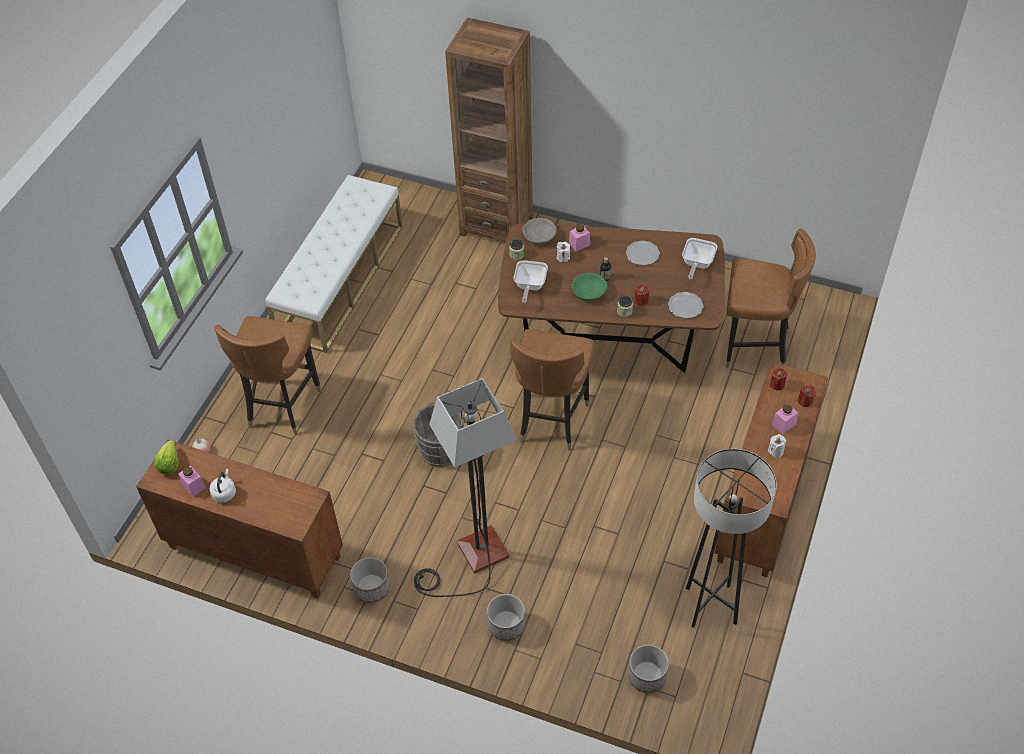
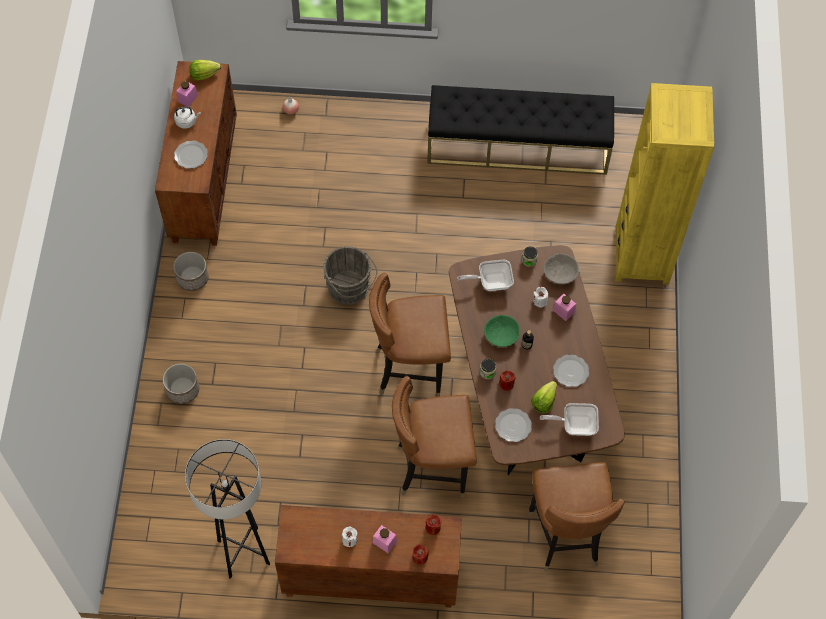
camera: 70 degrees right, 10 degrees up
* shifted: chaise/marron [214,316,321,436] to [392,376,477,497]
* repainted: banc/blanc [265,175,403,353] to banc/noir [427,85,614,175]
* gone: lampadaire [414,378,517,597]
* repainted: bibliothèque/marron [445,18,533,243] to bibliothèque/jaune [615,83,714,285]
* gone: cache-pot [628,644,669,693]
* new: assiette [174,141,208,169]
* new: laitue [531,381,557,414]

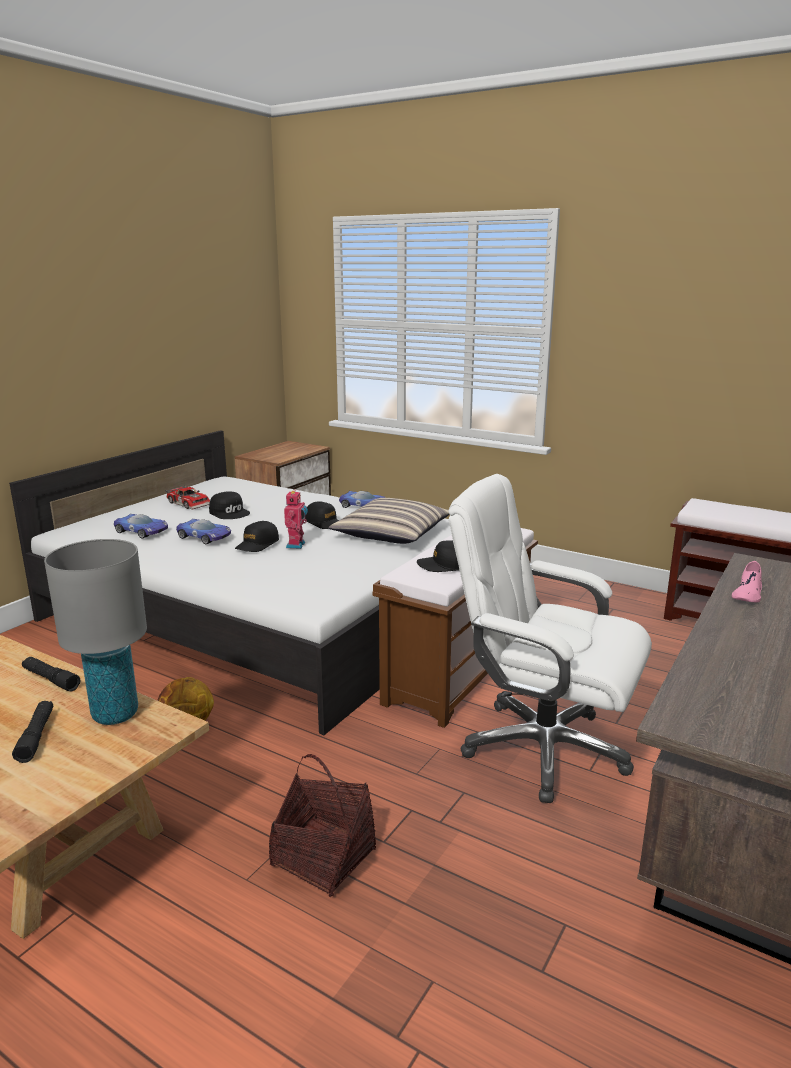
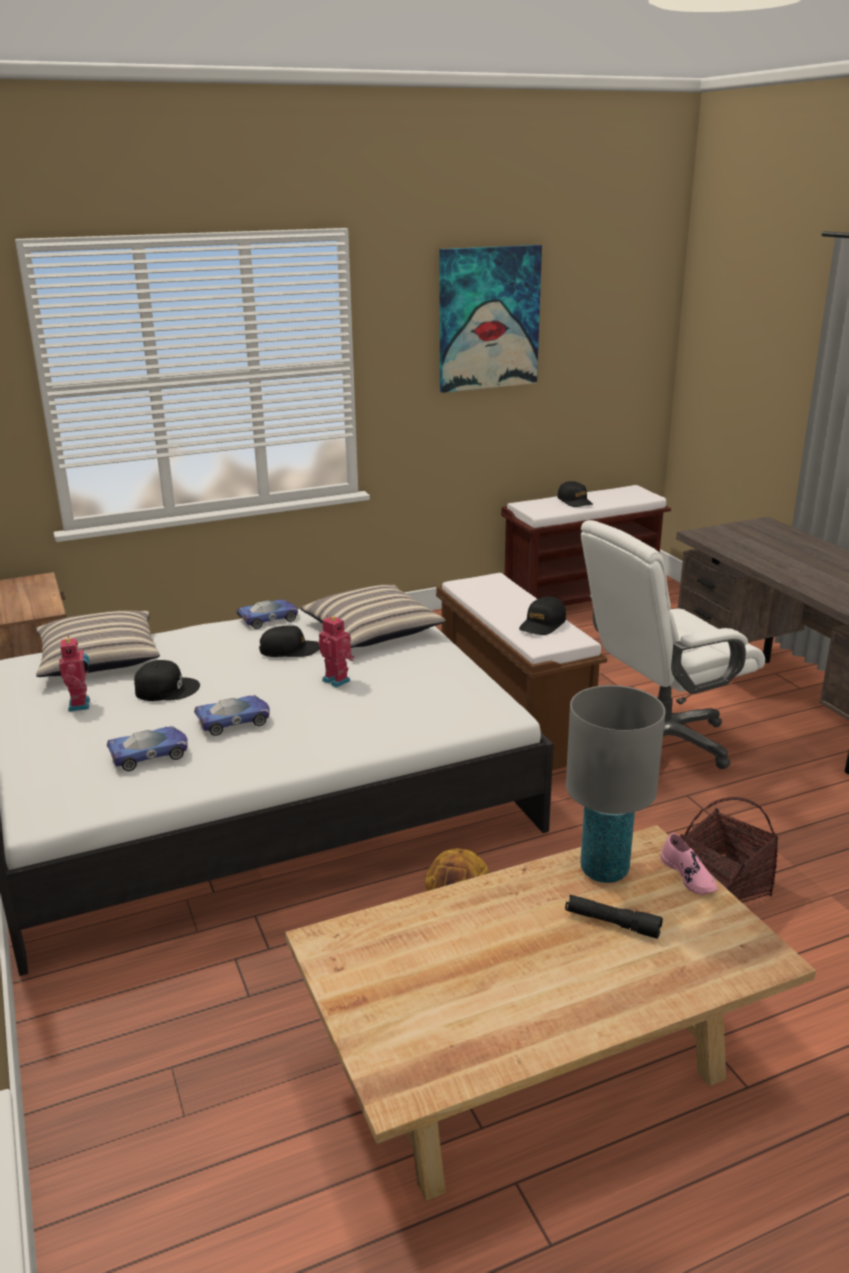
camera: 55 degrees left, 5 degrees up
* gone: lampe de poche/noir [22,657,80,692]
* swapped: petite voiture [165,485,210,510] to robot jouet [59,636,90,712]
* shifted: casquette/noir [235,521,279,552] to [557,481,593,507]
* shifted: chaussure/rose [732,561,762,602] to [661,833,718,895]
* new: coussin [36,611,160,677]
* new: tableau [439,245,542,393]

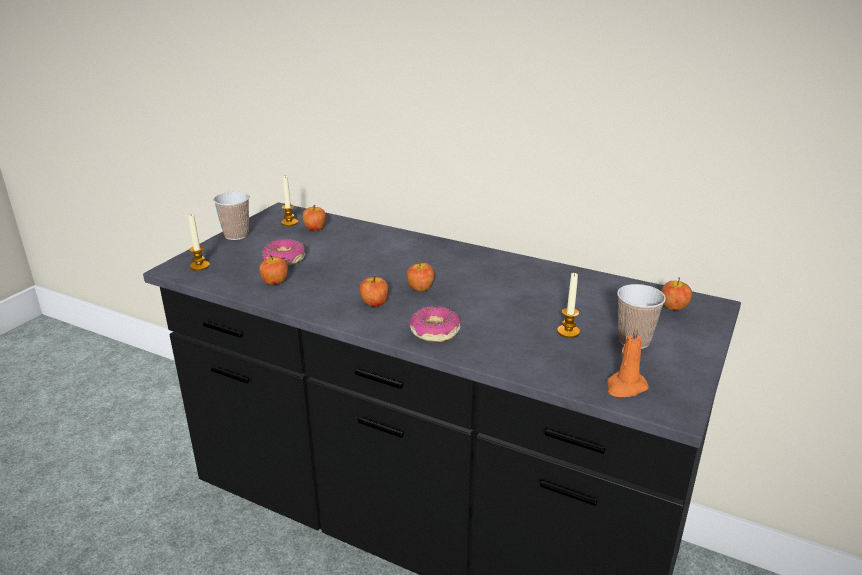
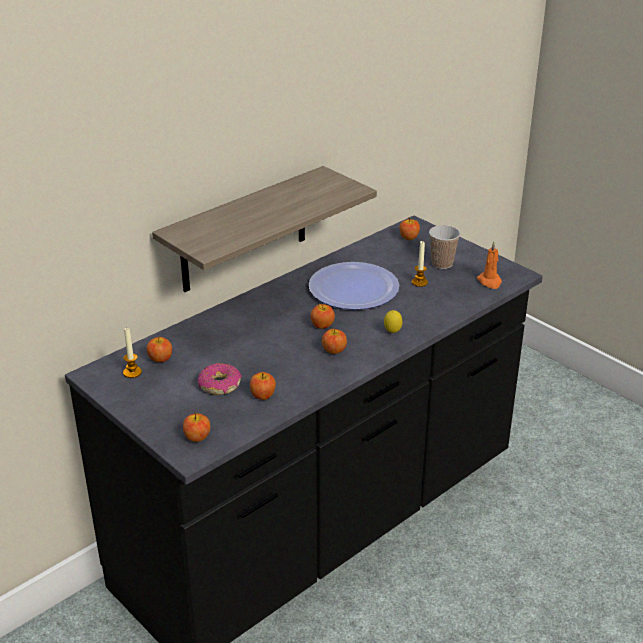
camera: 70 degrees left, 5 degrees up
* swapped: bougie [188,215,210,271] to pomme [183,412,210,442]
* gone: tasse [213,191,250,240]
* swapped: beignet [409,306,461,342] to citron [384,310,402,333]
* new: étagère [152,166,377,292]
* new: assiette [309,262,399,310]

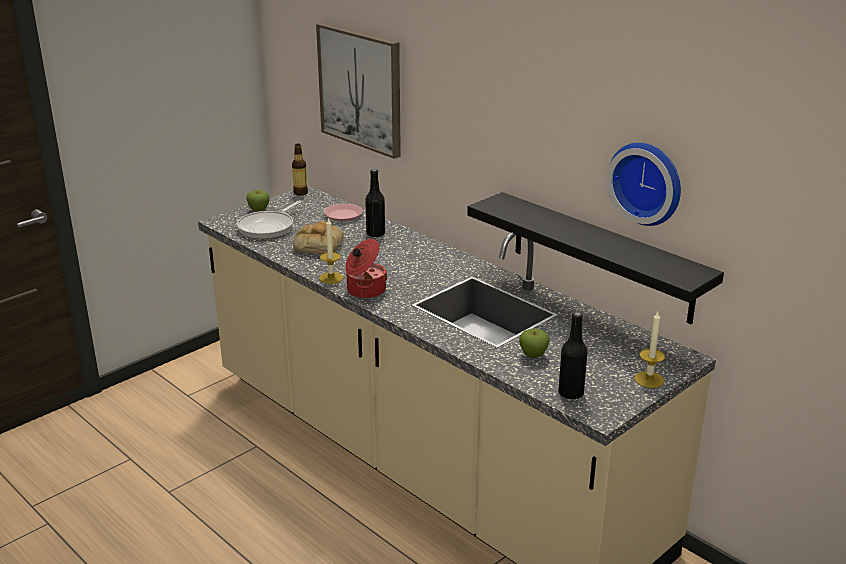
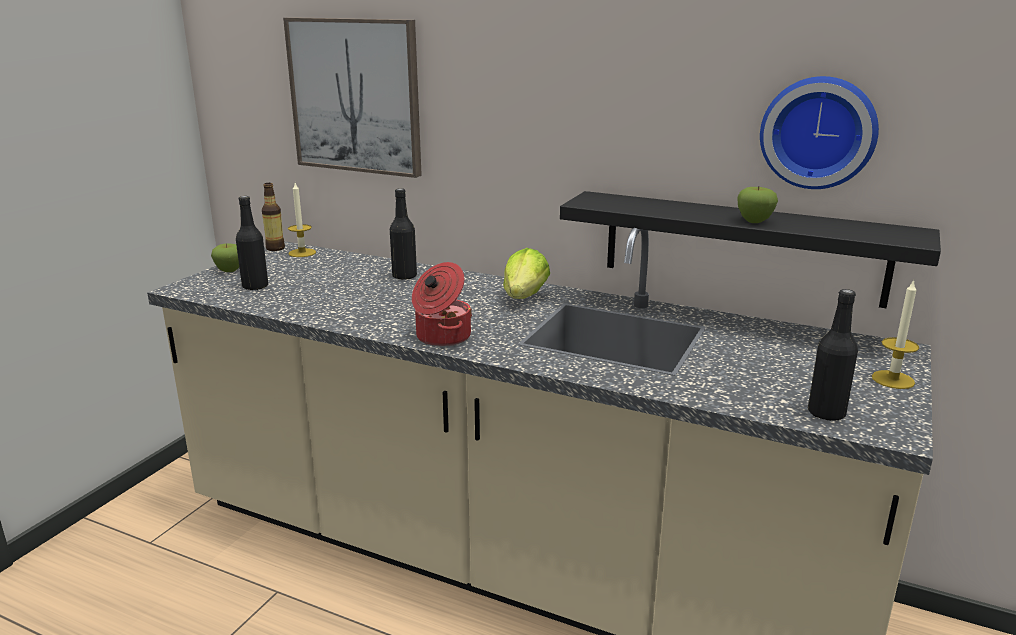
camera: 20 degrees left, 5 degrees down
* swapped: poêle [237,201,302,239] to bouteille/noir [236,196,268,290]
* gone: pain [293,221,344,254]
* shifted: bougie [319,217,343,284] to [288,183,316,257]
* gone: assiette/rose [324,203,363,222]
* shifted: pomme [519,328,550,358] to [737,186,778,223]
* new: laitue [503,248,550,299]

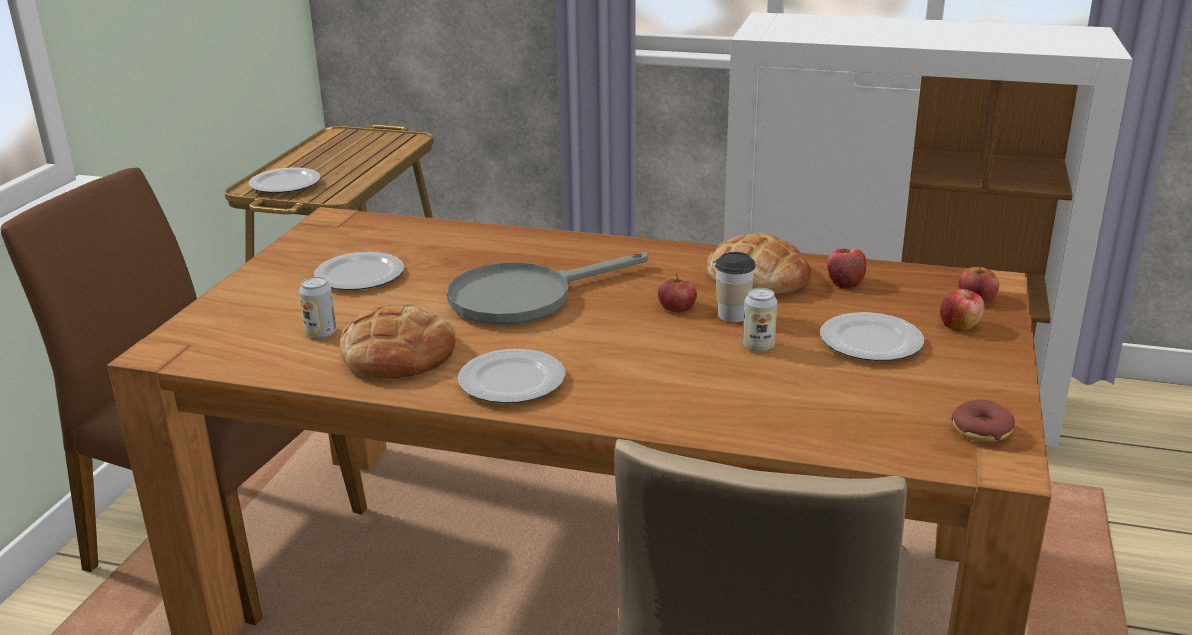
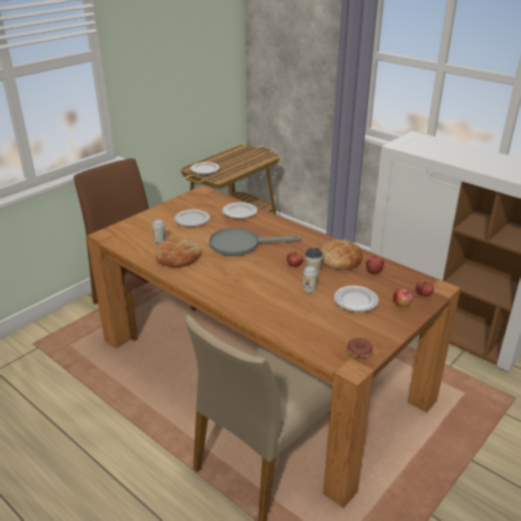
camera: 25 degrees right, 5 degrees up
* shifted: assiette [458,349,565,403] to [222,202,257,219]

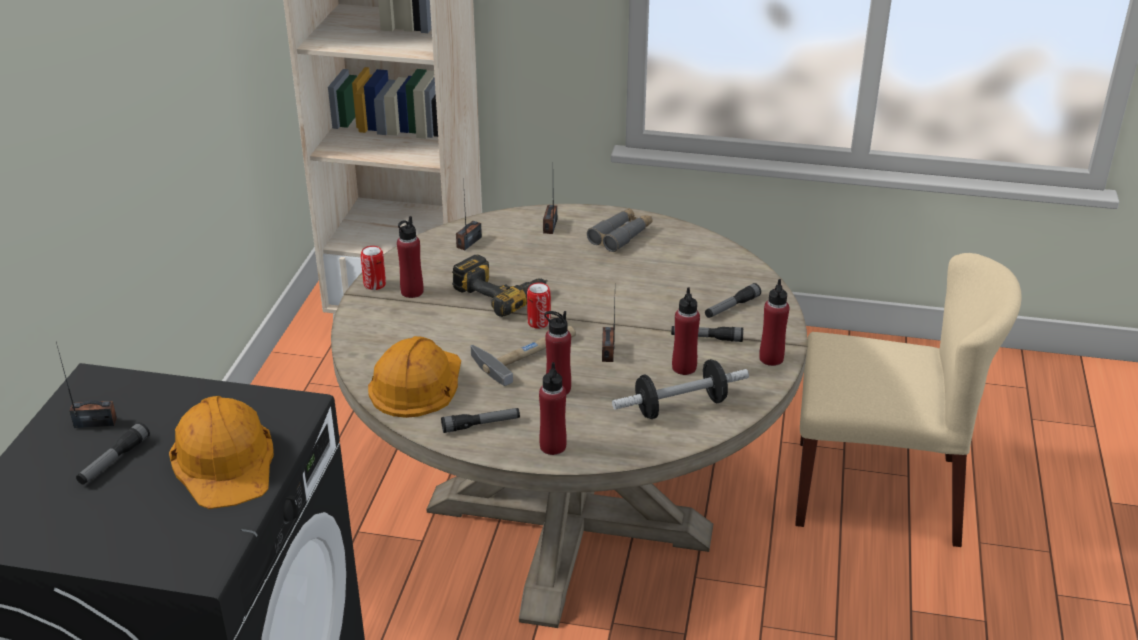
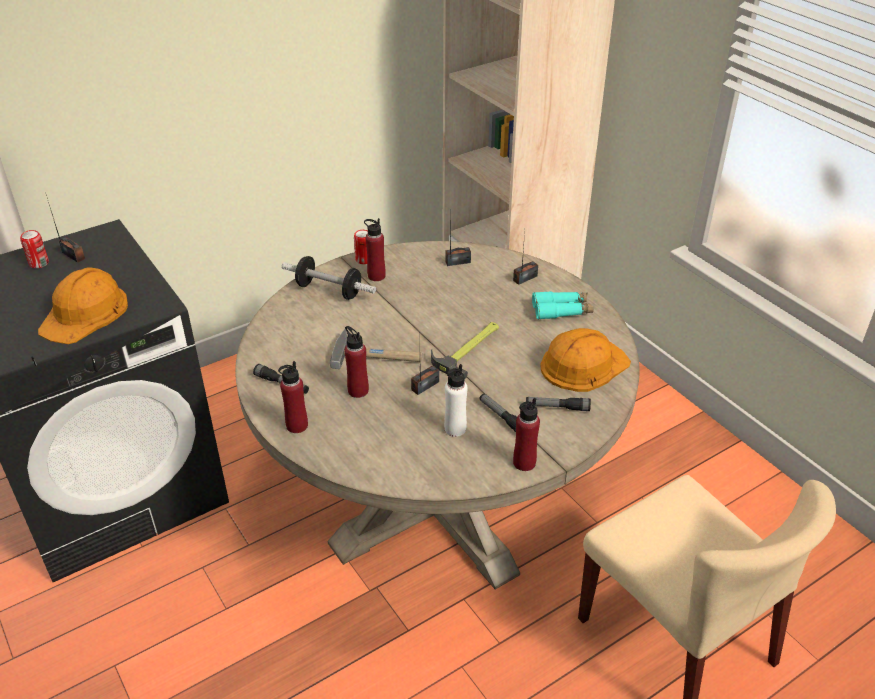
camera: 45 degrees right, 5 degrees up
* gone: lampe de poche [76,422,150,485]
* shifted: casque de chantier/orange [368,336,461,418] to [540,328,631,392]
* gone: perceuse [452,255,548,317]
* shifted: boîte métallique [527,282,551,329] to [20,230,49,268]
* repainted: jumelles/gris [587,208,653,252] to jumelles/turquoise [532,291,594,320]
* shifted: haltère [612,359,749,419] to [282,256,376,300]
* repainted: bouteille/rouge [672,288,700,375] to bouteille/blanc [444,364,467,437]
* new: marteau [431,322,499,380]

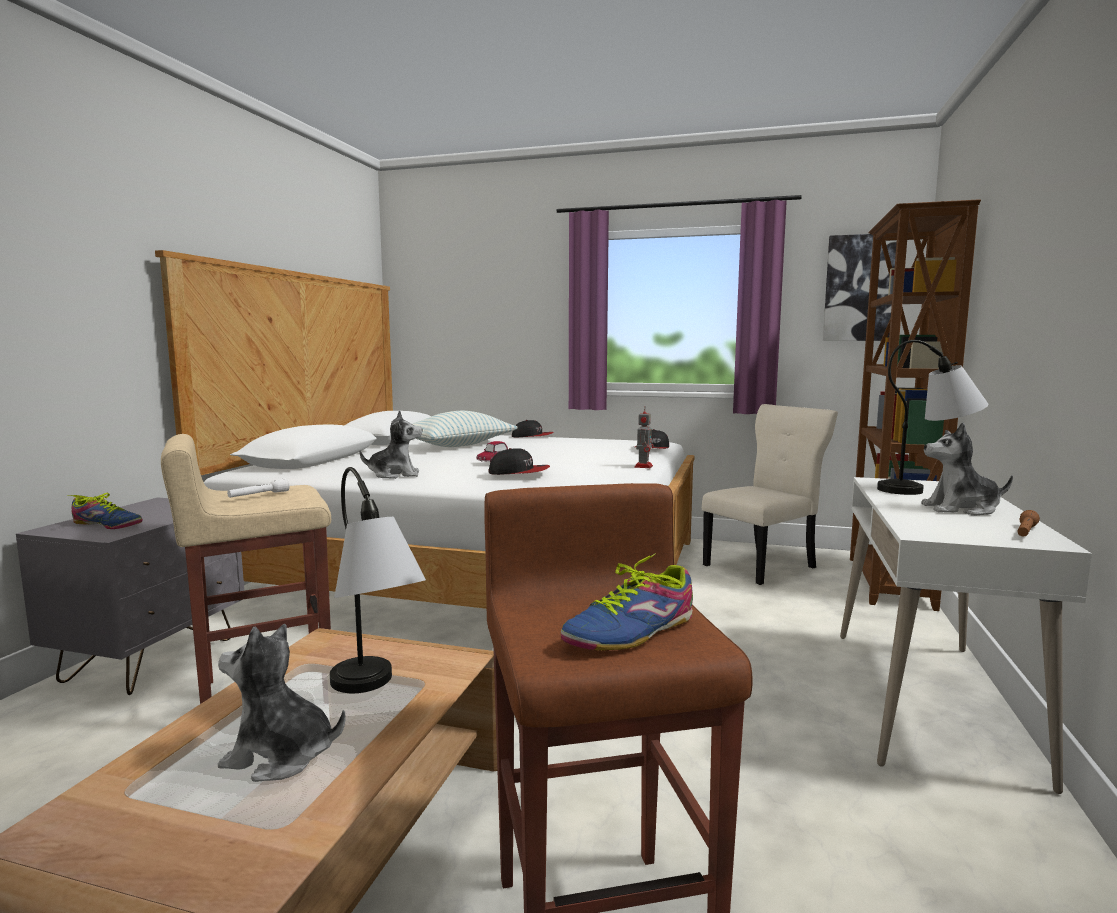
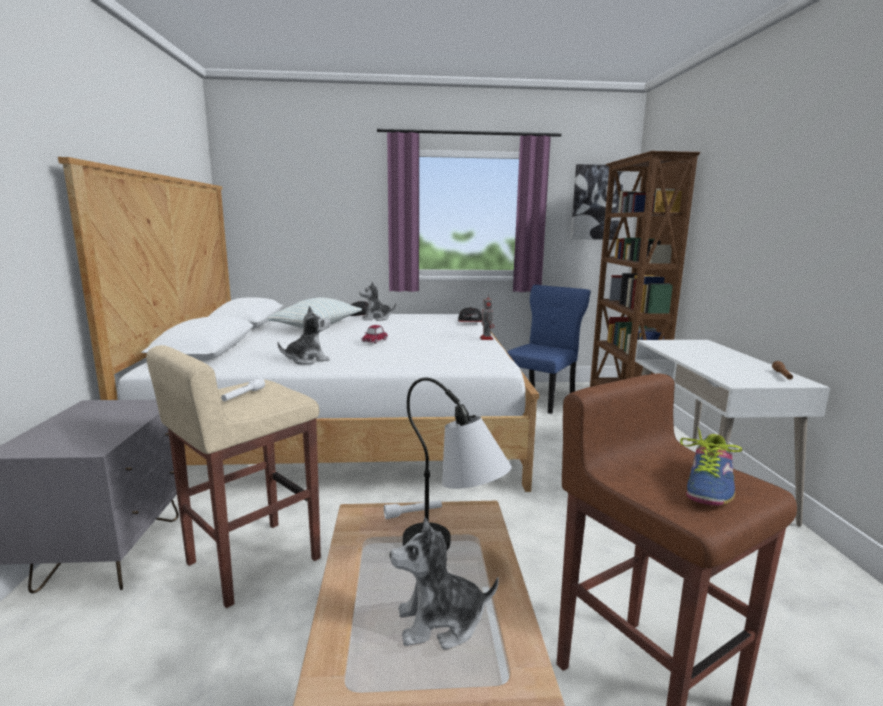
camera: 20 degrees left, 5 degrees up
* gone: chaussure [67,493,143,529]
* gone: casquette [489,448,550,475]
* repainted: chaise/beige [702,404,838,585] to chaise/bleu [507,285,591,414]
* gone: lampe de table [877,340,989,495]
* shifted: peluche [921,423,1013,516] to [359,281,396,321]
* new: lampe de poche/blanc [384,500,442,519]

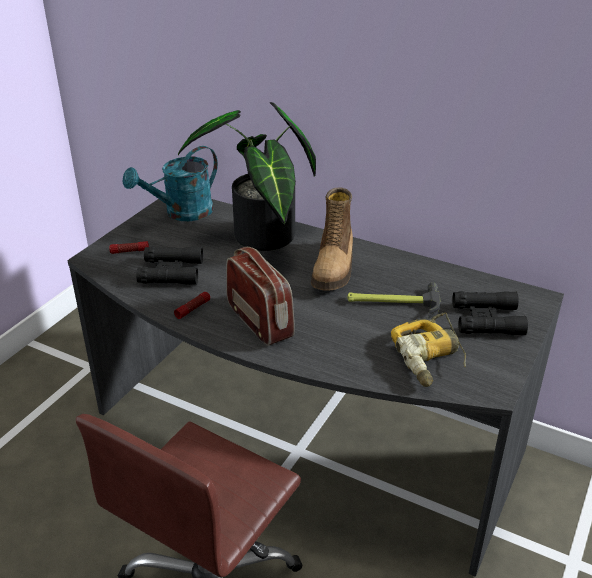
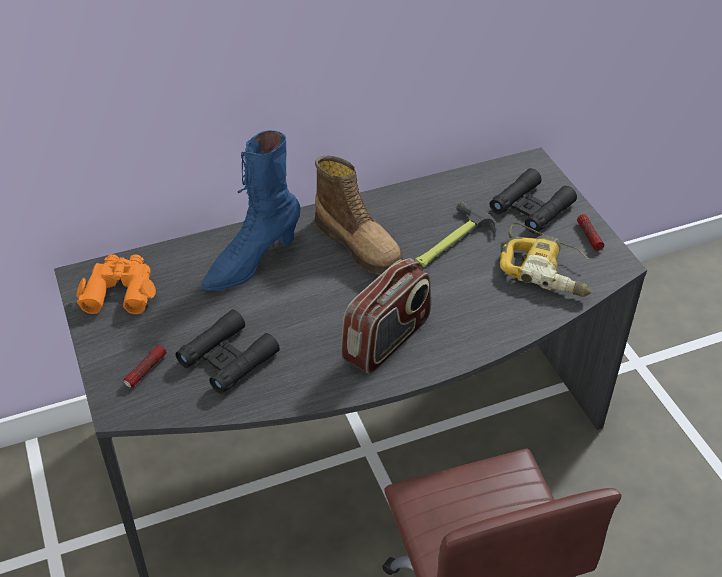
camera: 50 degrees left, 10 degrees up
* swapped: arrosoir/turquoise [123,146,218,221] to jumelles/orange [76,254,156,314]
* shifted: lampe de poche [174,292,210,319] to [577,214,604,251]
* swapped: plante en pot [178,102,316,251] to botte/bleu [201,130,300,291]
* rotated: radio [226,247,295,346] = [341,258,431,374] 120 degrees clockwise

